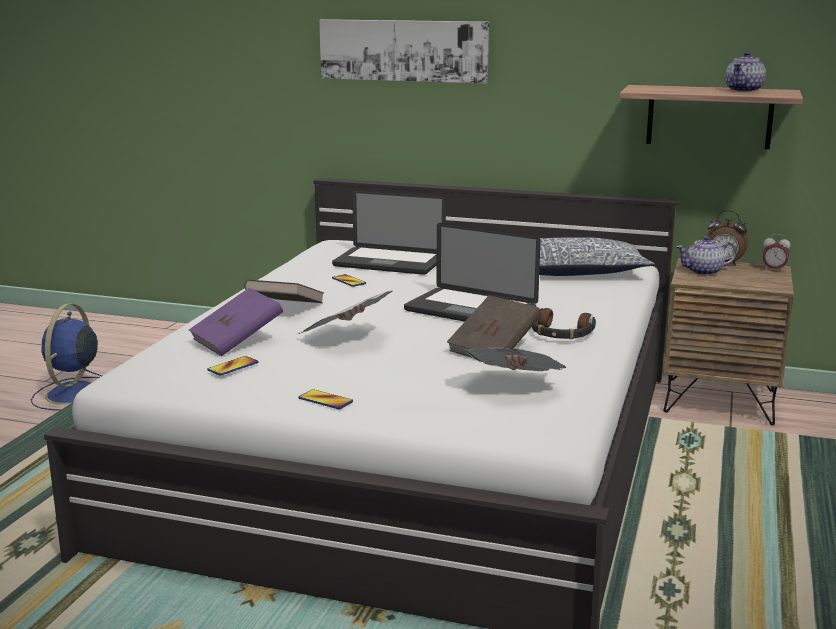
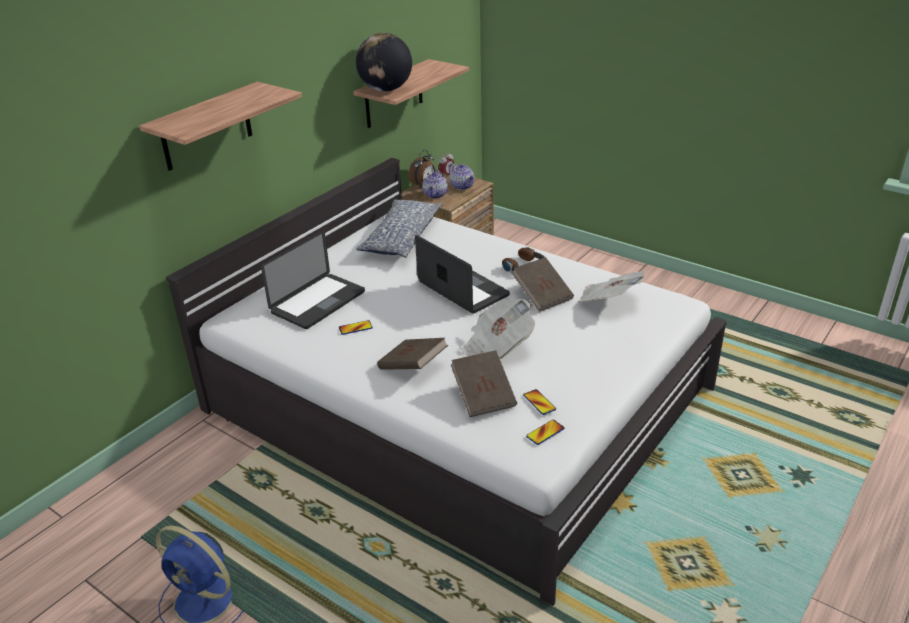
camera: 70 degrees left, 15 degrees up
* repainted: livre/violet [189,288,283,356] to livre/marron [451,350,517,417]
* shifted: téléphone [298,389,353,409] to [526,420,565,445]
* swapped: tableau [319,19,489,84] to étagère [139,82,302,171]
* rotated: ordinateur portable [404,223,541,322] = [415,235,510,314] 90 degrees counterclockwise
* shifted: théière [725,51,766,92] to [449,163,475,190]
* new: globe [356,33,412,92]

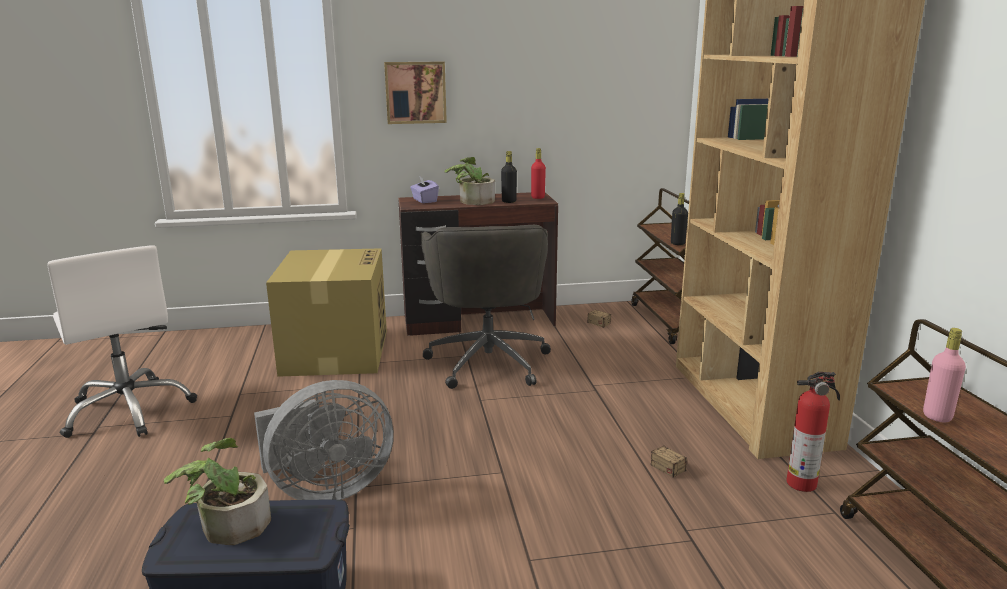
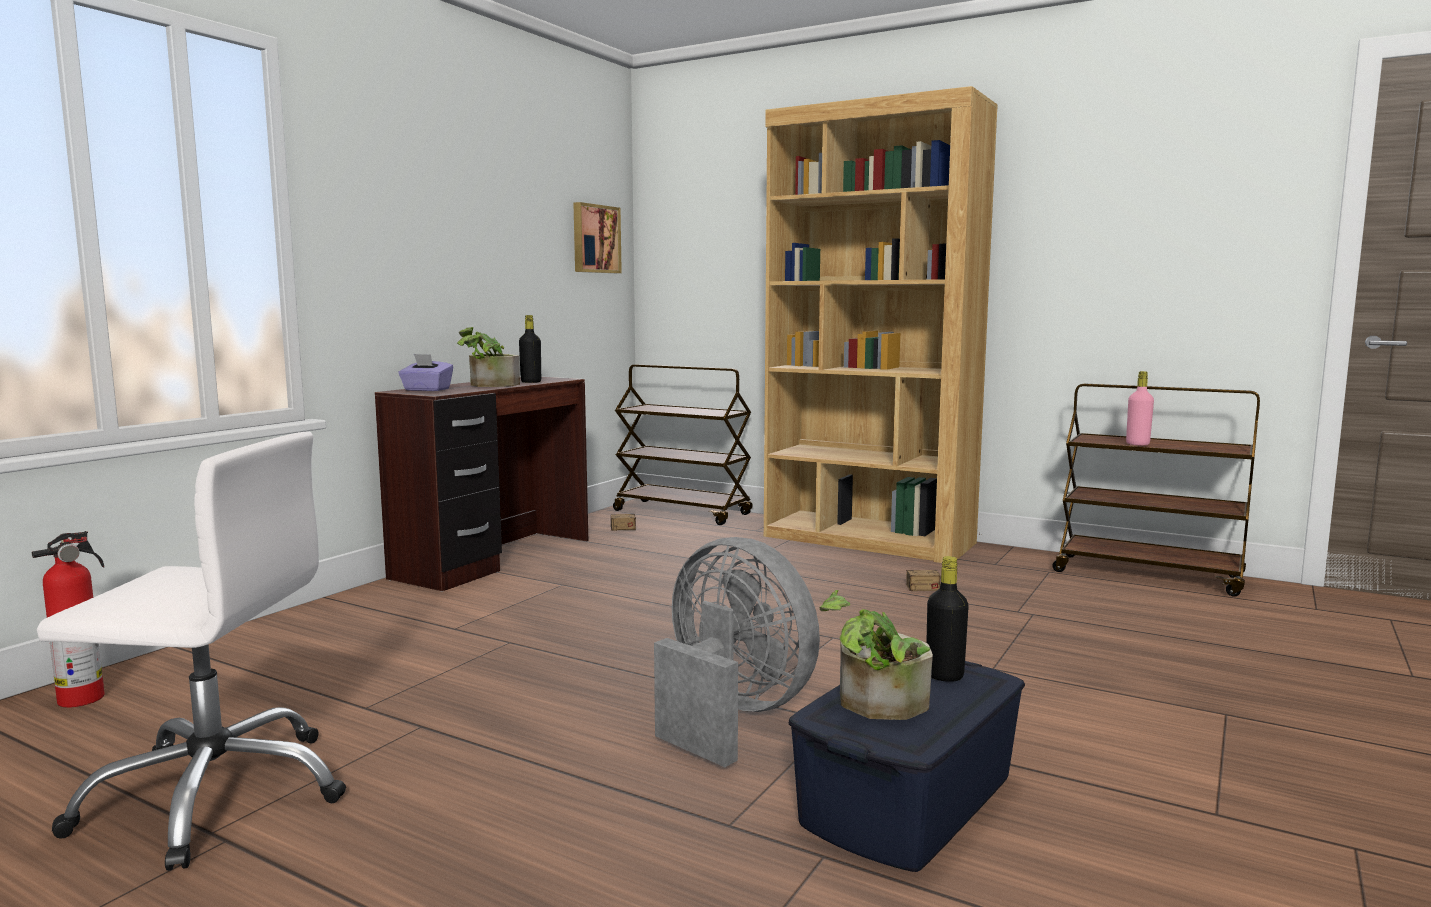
camera: 50 degrees left, 10 degrees down
* rotated: ventilateur/gris [254,380,394,500] = [654,537,820,767] 60 degrees counterclockwise
* gone: carton [266,248,387,377]
* shifted: tableau [384,62,447,124] to [573,202,622,273]
* gone: chaise de bureau/gris [421,225,551,389]
* gone: bouteille/rouge [531,148,546,199]
* shifted: bouteille/noir [671,193,688,245] to [926,556,969,682]
* shifted: extincteur [786,372,840,492] to [32,531,105,707]

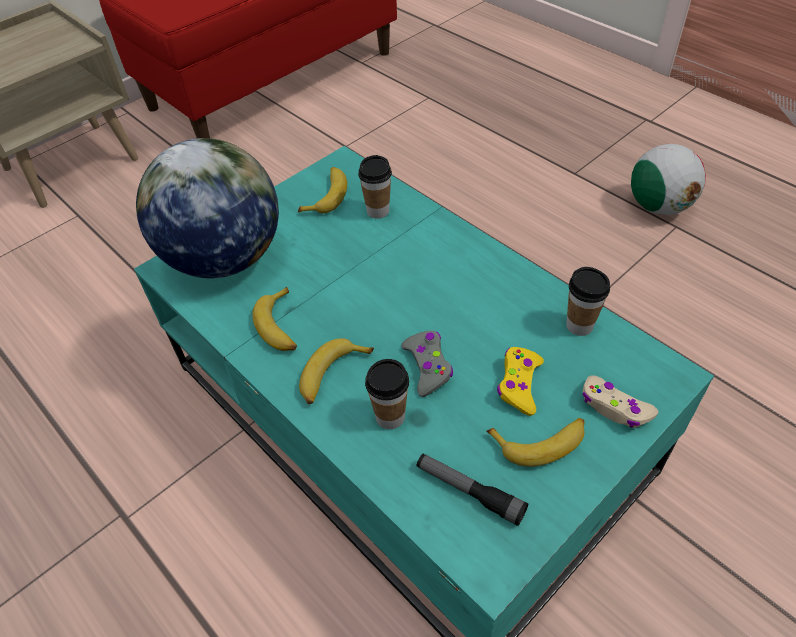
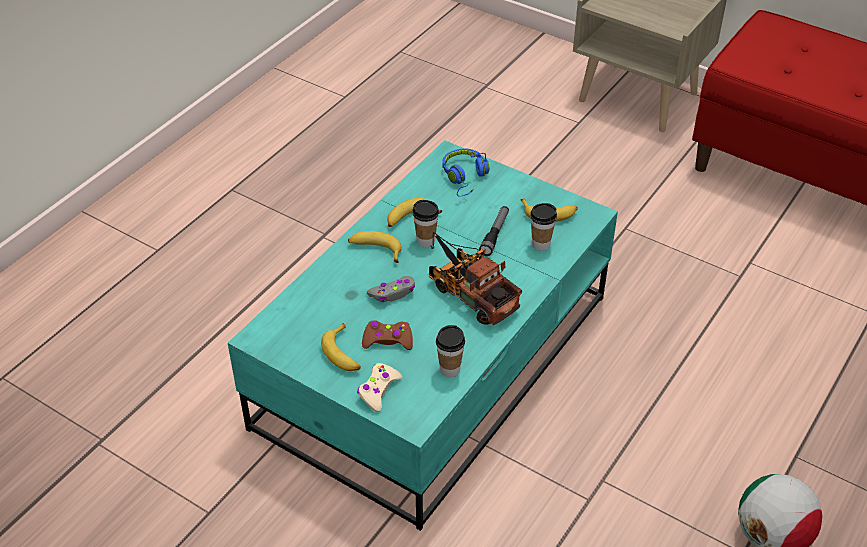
camera: 75 degrees right, 5 degrees down
* swapped: globe [136,138,279,279] to casque audio/bleu [442,149,489,197]
* shifted: tasse [365,359,409,429] to [413,200,439,247]
* shifted: lampe de poche [417,454,528,526] to [479,206,509,256]
* repainted: manette/jaune [497,347,544,416] to manette/marron [362,321,413,350]
* new: camion jouet [429,232,522,325]

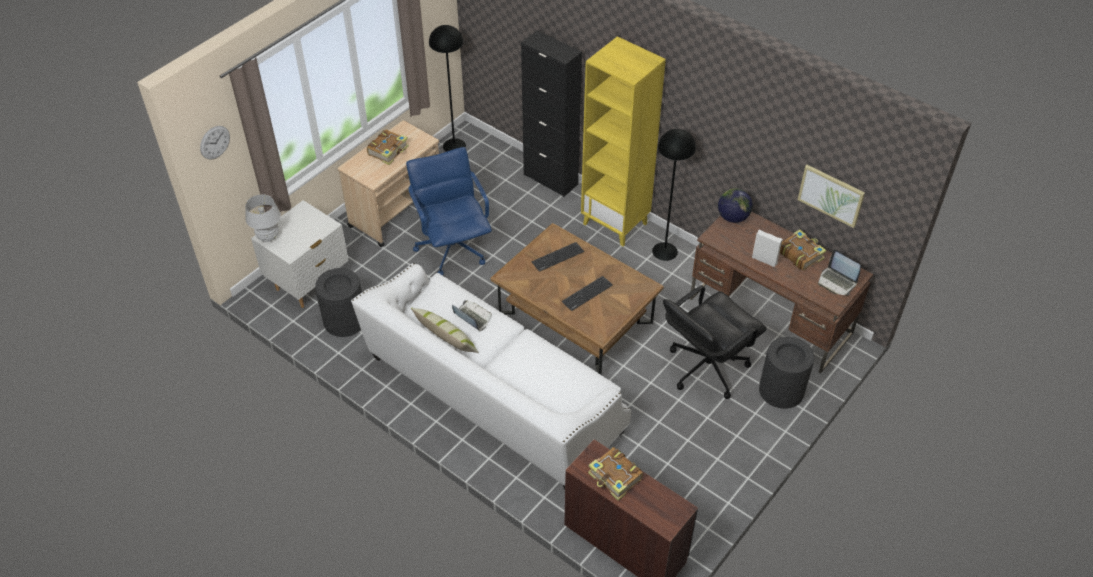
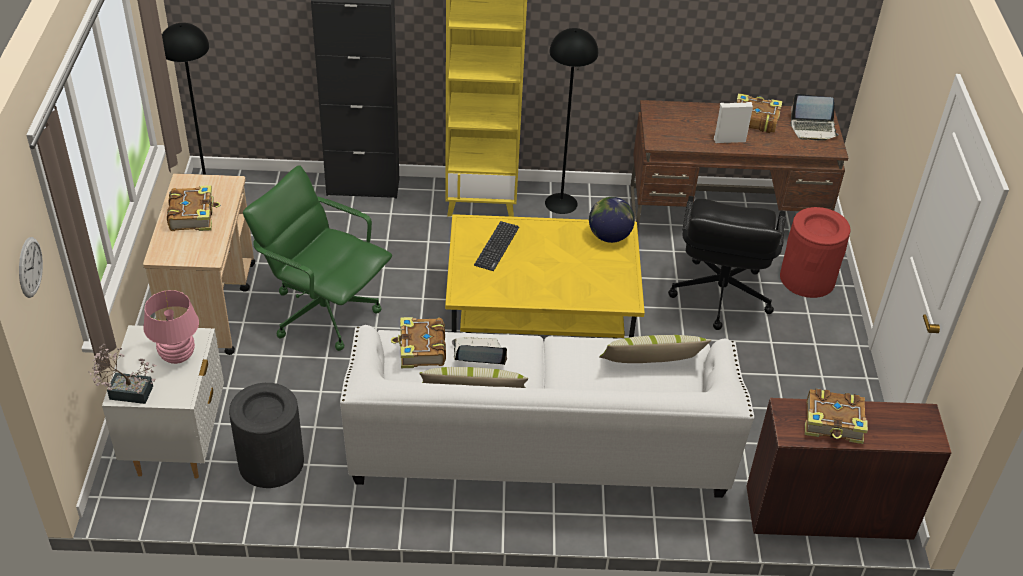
camera: 40 degrees left, 5 degrees down
* swapped: lampe de table/blanc [245,194,281,242] to plante en pot [88,344,157,404]
* repainted: chaise de bureau/bleu [406,147,492,276] to chaise de bureau/vert [243,165,392,351]
* repainted: table basse/marron [490,223,664,375] to table basse/jaune [445,214,645,338]
* gone: clavier [562,276,613,311]
* shifted: globe [718,188,753,223] to [589,197,635,243]
* repainted: poubelle/noir [759,337,814,409] to poubelle/rouge [780,207,851,298]
* gone: tableau [798,165,865,228]
* new: lampe de table/rose [143,290,199,364]
* new: livre [391,317,446,368]
* new: coussin [599,335,711,363]

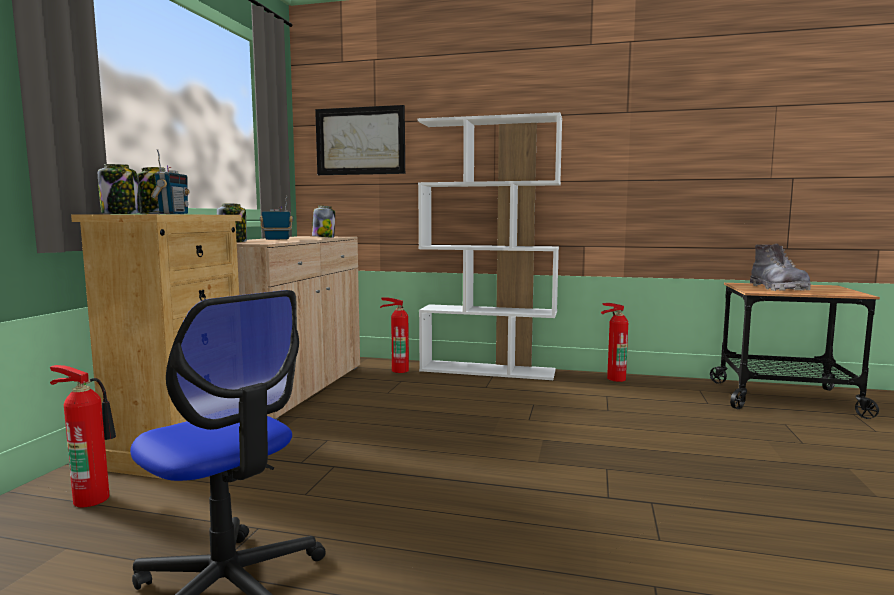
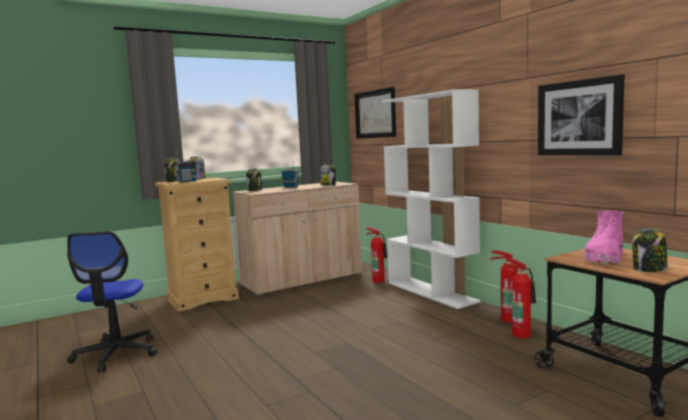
camera: 45 degrees right, 0 degrees up
* shifted: extincteur [50,365,116,507] to [505,258,536,338]
* repainted: botte/gris [750,244,811,291] to botte/rose [584,210,624,264]
* new: tableau [538,74,624,156]
* new: bocal [632,228,668,272]

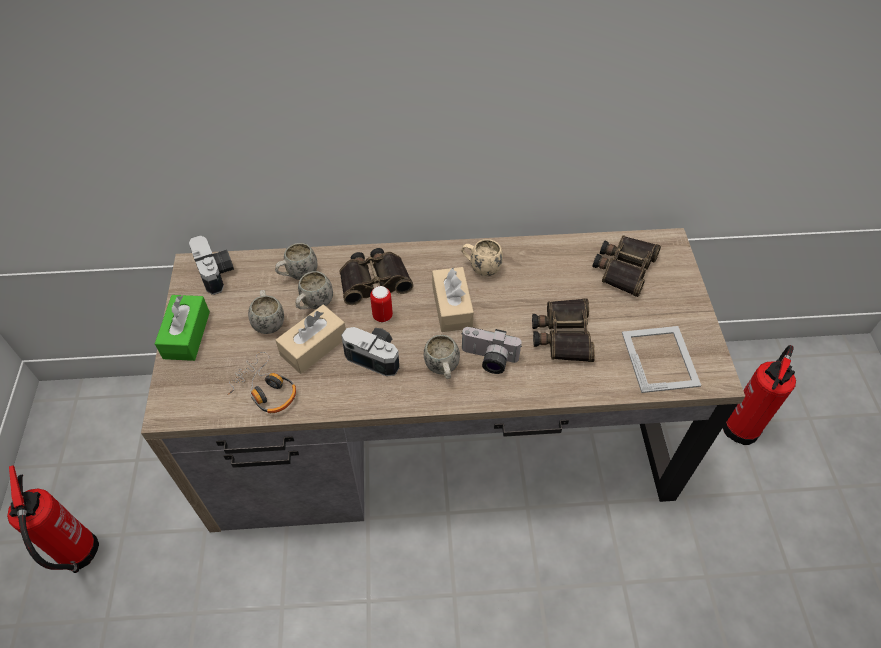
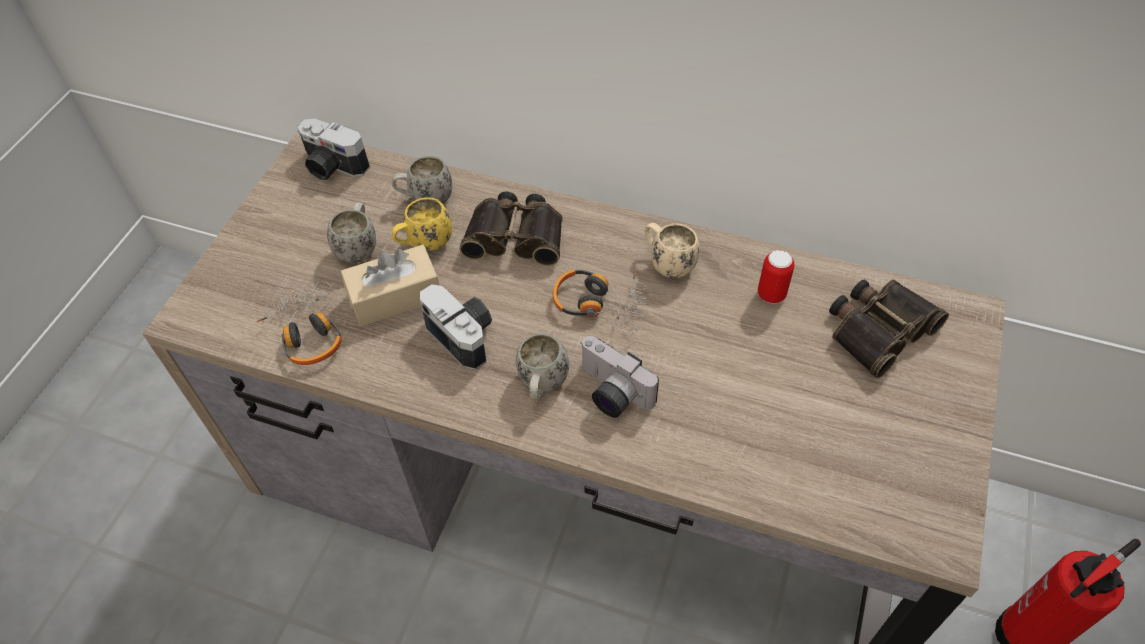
camera: 25 degrees right, 0 degrees up
* gone: extincteur [7,465,99,573]
* gone: boîte à mouchoirs/vert [155,295,210,361]
* rotated: appareil photo [189,235,234,295] = [297,119,370,180] 120 degrees clockwise
* repainted: mug/blanc [295,271,333,309] to mug/jaune [391,197,452,251]
* shifted: boîte métallique [370,286,393,322] to [758,250,795,304]
* swapped: boîte à mouchoirs/beige [432,267,474,332] to casque audio [553,269,646,335]
* gone: jumelles [532,298,595,362]
* gone: cadre photo [622,326,701,393]

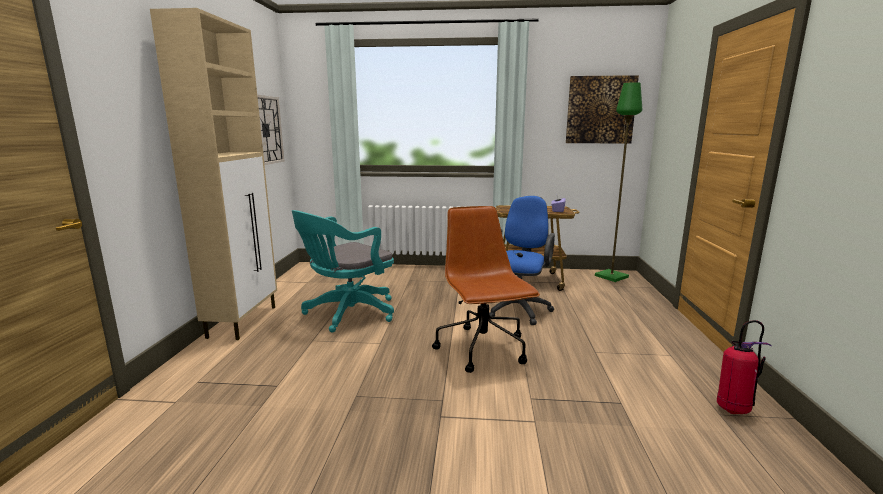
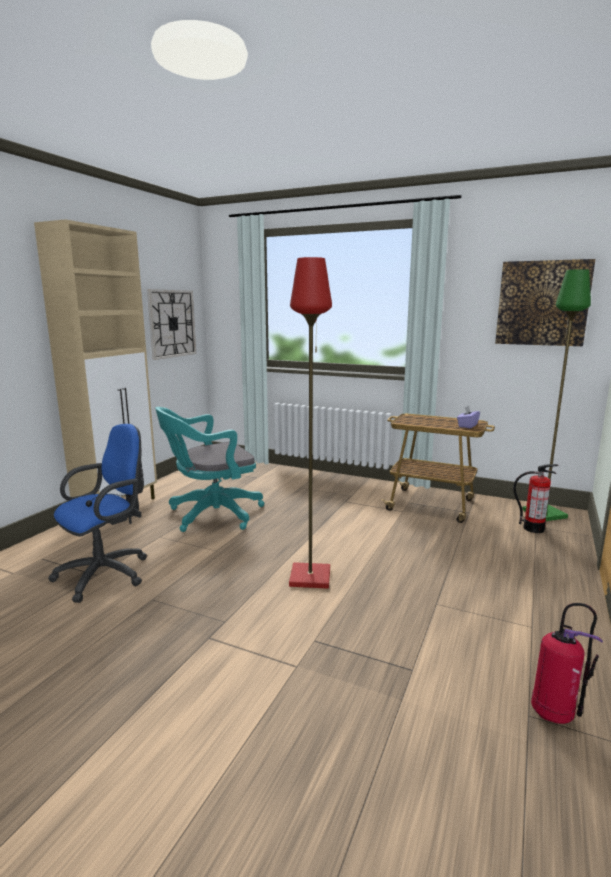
camera: 20 degrees right, 0 degrees up
* swapped: chaise de bureau/marron [432,206,540,373] to lampadaire/rouge [289,257,332,589]
* shifted: chaise de bureau/bleu [489,196,555,325] to [48,424,147,603]
* new: extincteur [513,464,559,533]

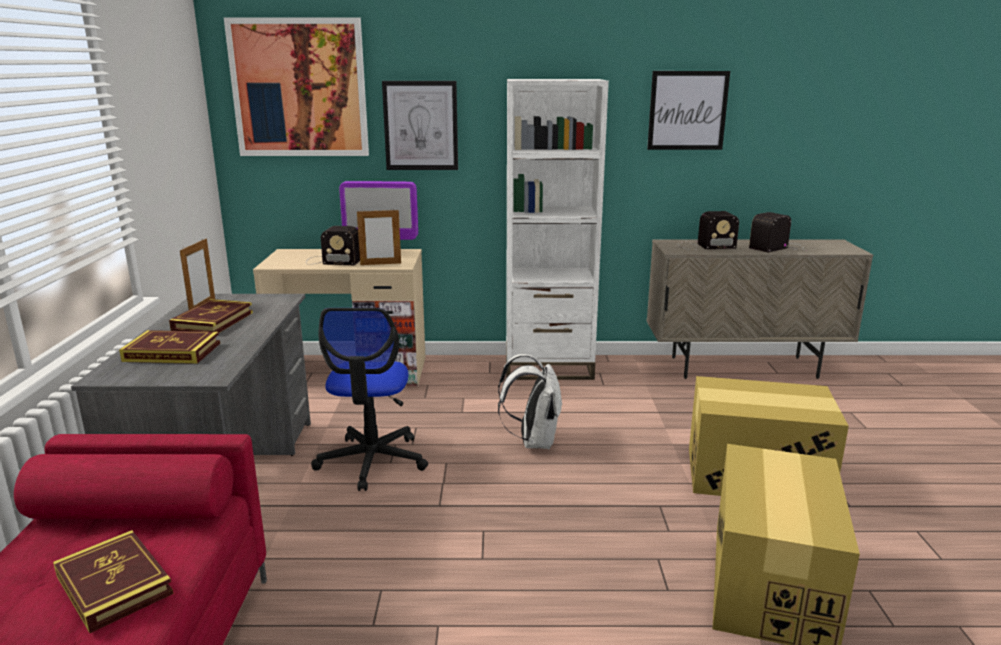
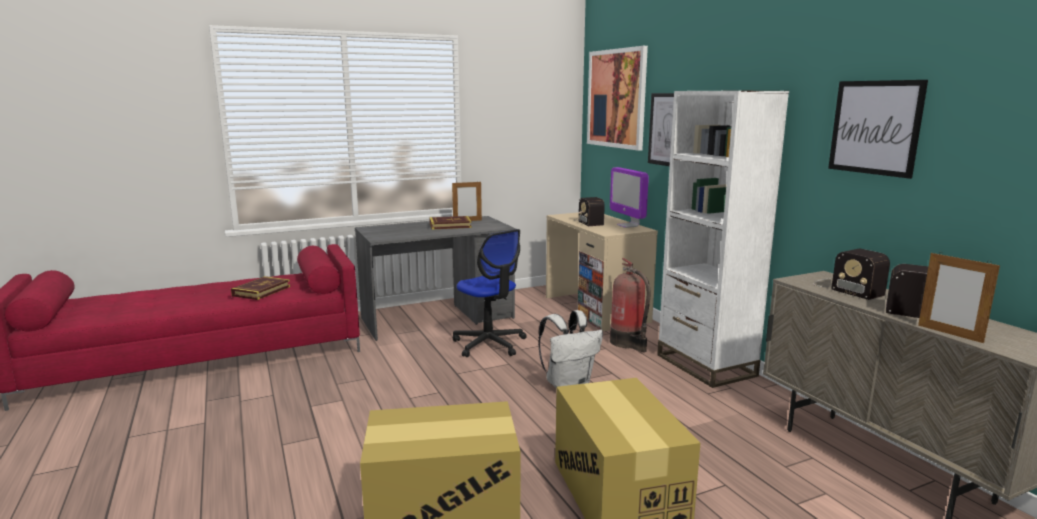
camera: 65 degrees right, 5 degrees down
* gone: livre [119,330,220,364]
* rotated: chaise de bureau [311,308,428,491] = [453,229,527,357] 105 degrees counterclockwise
* shifted: cadre photo [357,208,401,265] to [918,252,1000,343]
* new: extincteur [610,258,651,352]

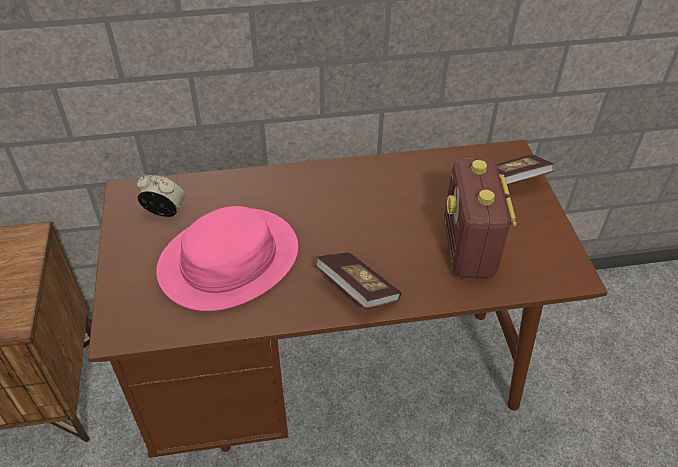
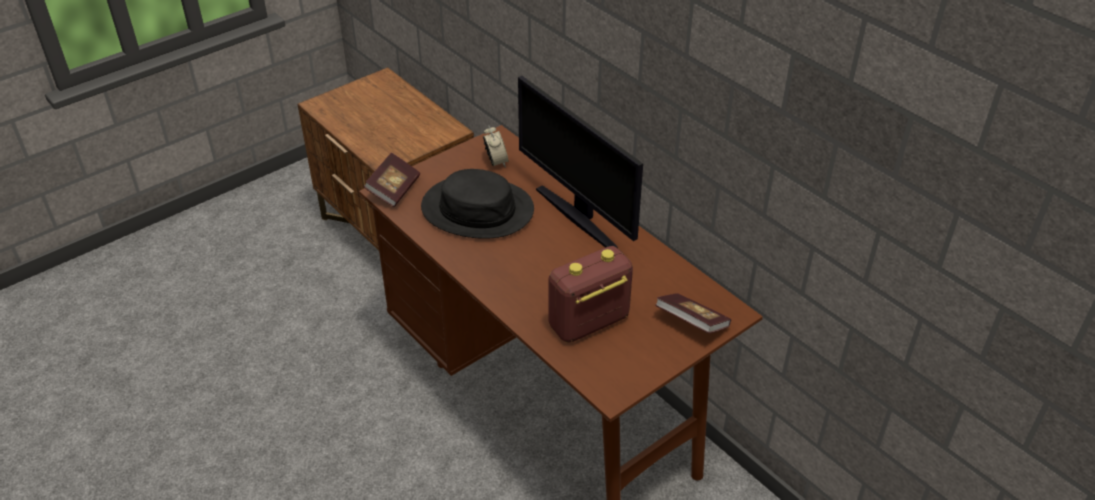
camera: 60 degrees right, 5 degrees down
* repainted: chapeau/rose [156,206,298,311] to chapeau/noir [421,169,534,239]
* shifted: livre [315,253,401,309] to [364,152,420,207]
* new: écran d'ordinateur [518,76,643,248]

